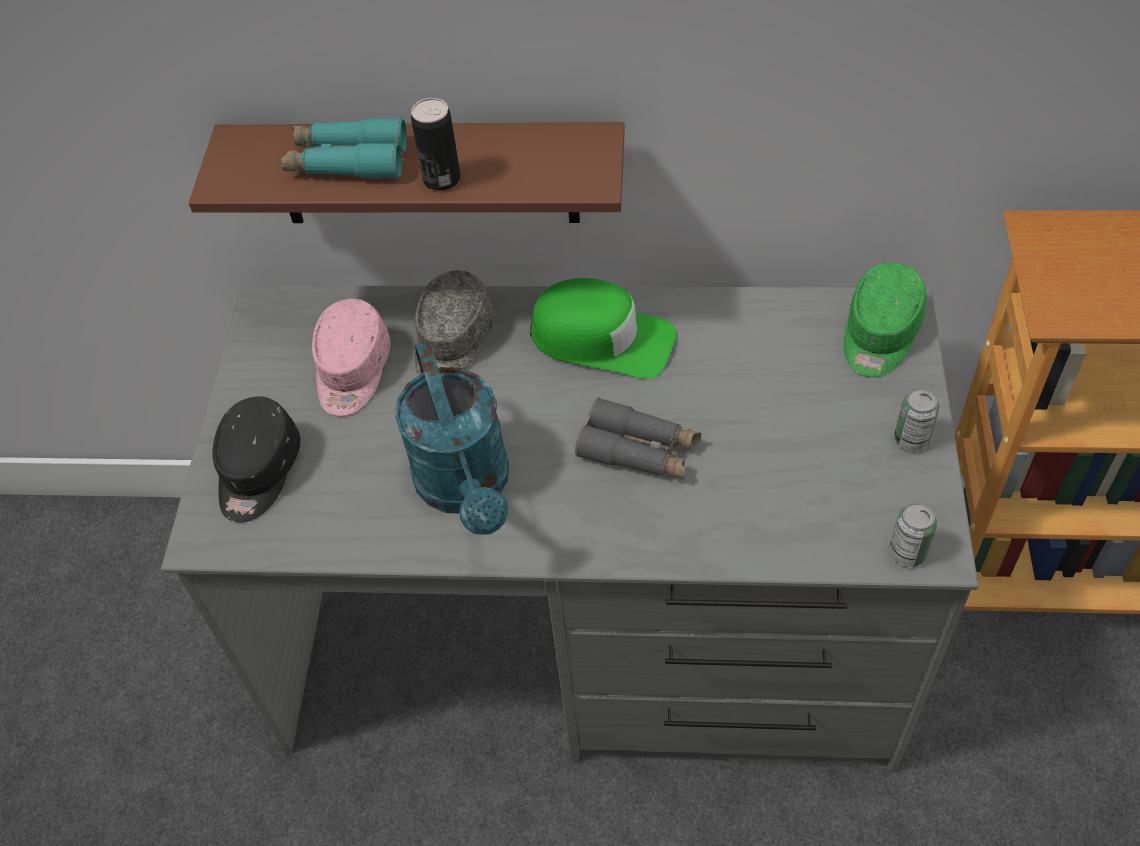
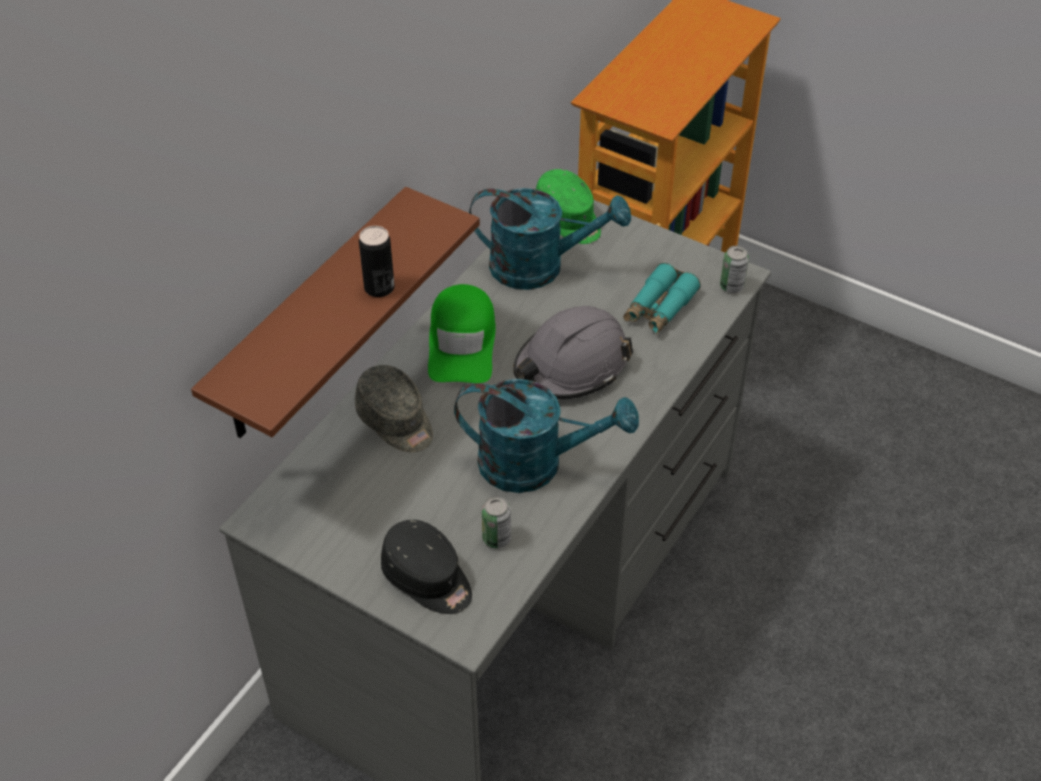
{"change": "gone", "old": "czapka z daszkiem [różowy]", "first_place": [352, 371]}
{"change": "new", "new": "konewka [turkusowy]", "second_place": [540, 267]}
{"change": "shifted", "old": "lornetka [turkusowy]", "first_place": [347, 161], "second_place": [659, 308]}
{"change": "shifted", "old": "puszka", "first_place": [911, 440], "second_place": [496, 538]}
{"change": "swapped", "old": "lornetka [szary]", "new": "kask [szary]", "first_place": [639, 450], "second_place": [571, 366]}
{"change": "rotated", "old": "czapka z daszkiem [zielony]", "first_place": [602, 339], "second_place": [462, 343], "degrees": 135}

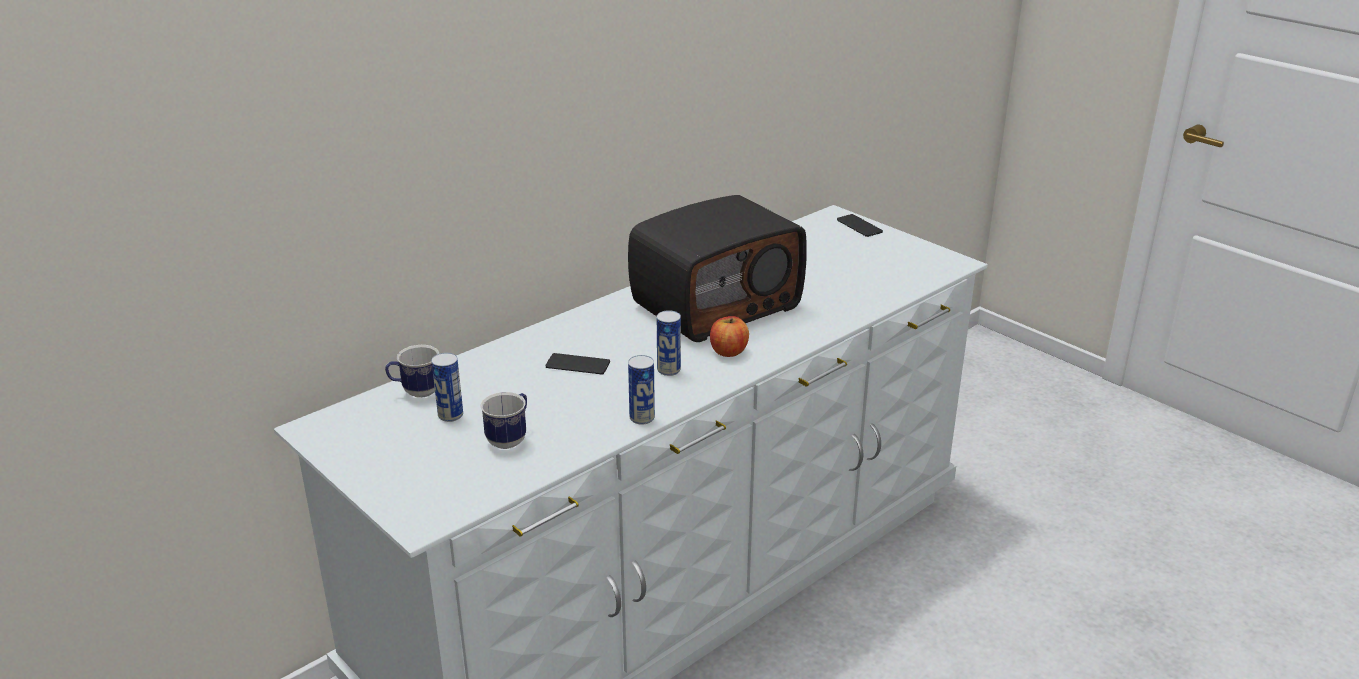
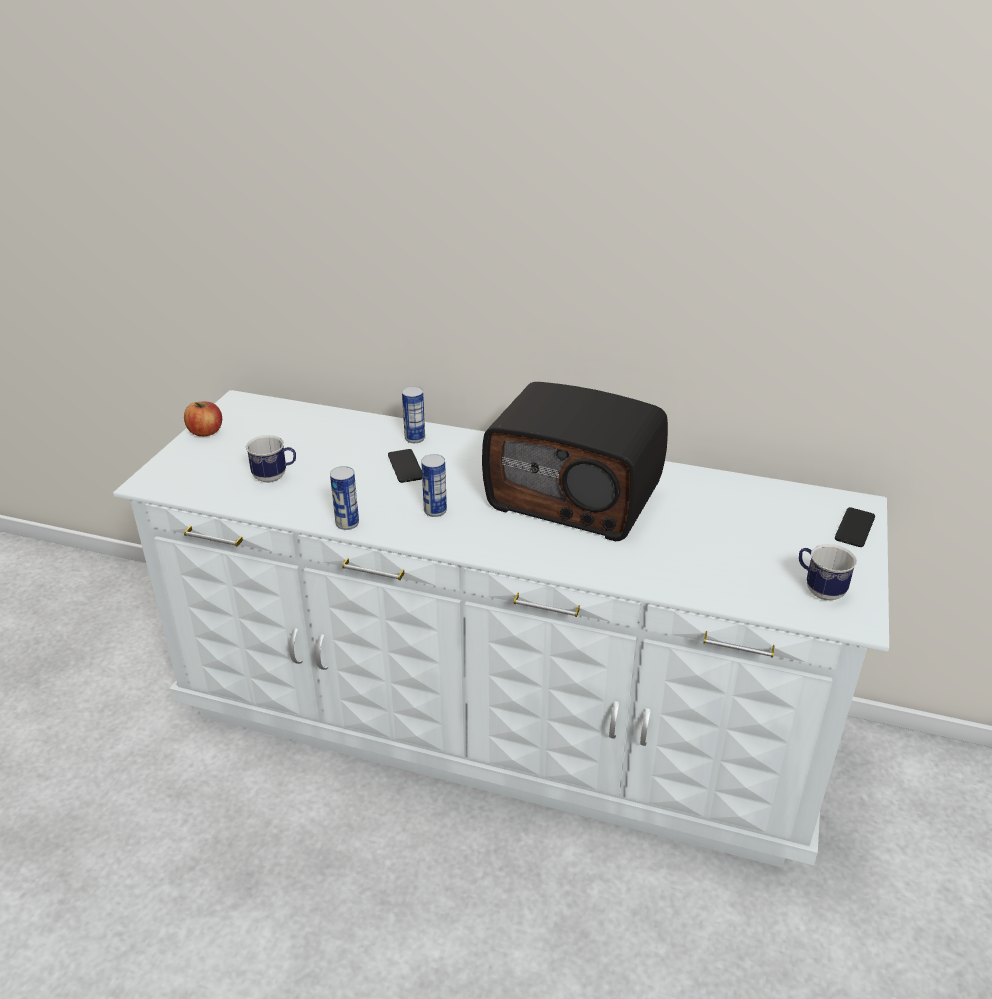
{"change": "shifted", "old": "kubek", "first_place": [416, 392], "second_place": [819, 589]}
{"change": "shifted", "old": "puszka", "first_place": [450, 415], "second_place": [415, 438]}
{"change": "shifted", "old": "jabłko", "first_place": [728, 351], "second_place": [205, 432]}

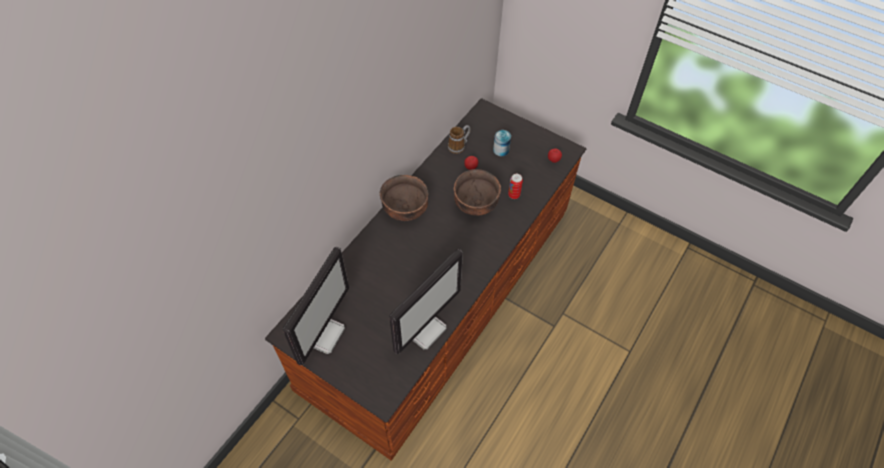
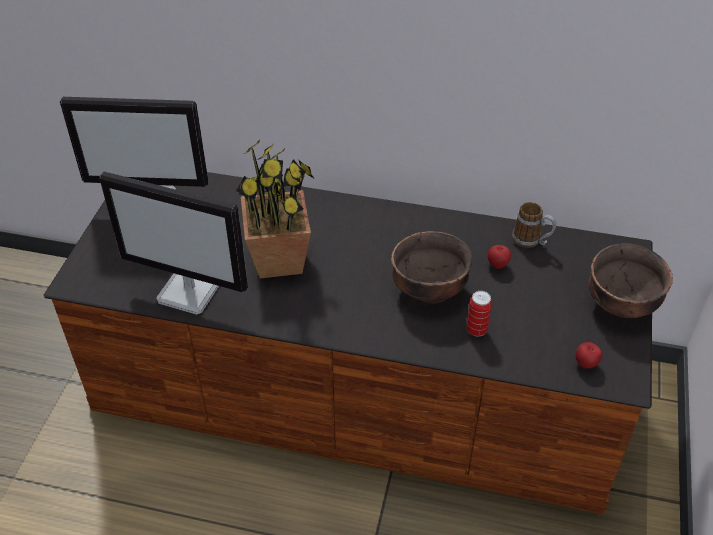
{"change": "gone", "old": "puszka", "first_place": [501, 150]}
{"change": "new", "new": "roślina doniczkowa", "second_place": [279, 260]}
{"change": "shifted", "old": "miska [brązowy]", "first_place": [405, 210], "second_place": [622, 304]}

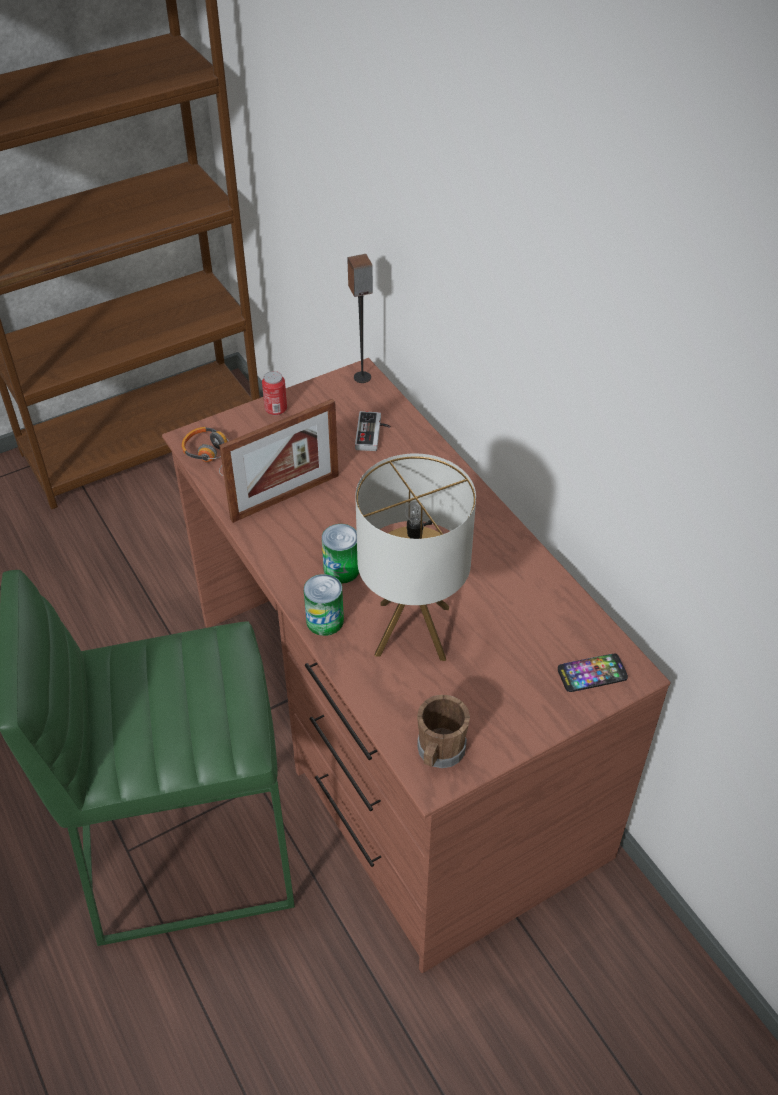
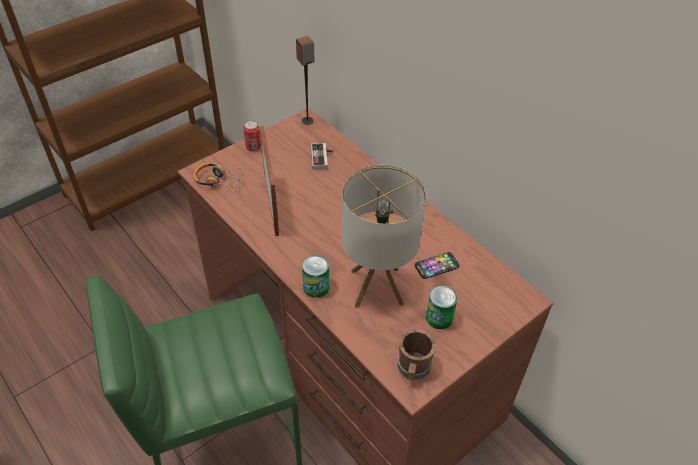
{"change": "shifted", "old": "puszka", "first_place": [341, 569], "second_place": [439, 318]}
{"change": "shifted", "old": "telefon", "first_place": [592, 674], "second_place": [436, 266]}
{"change": "rotated", "old": "ramka na zdjęcie", "first_place": [285, 497], "second_place": [271, 205], "degrees": -60}

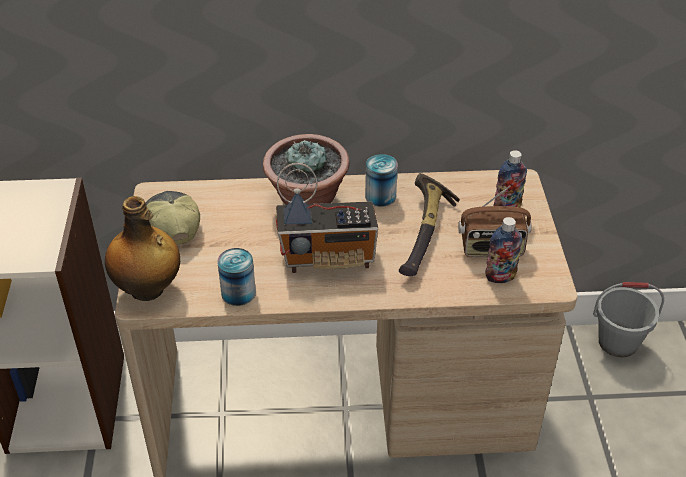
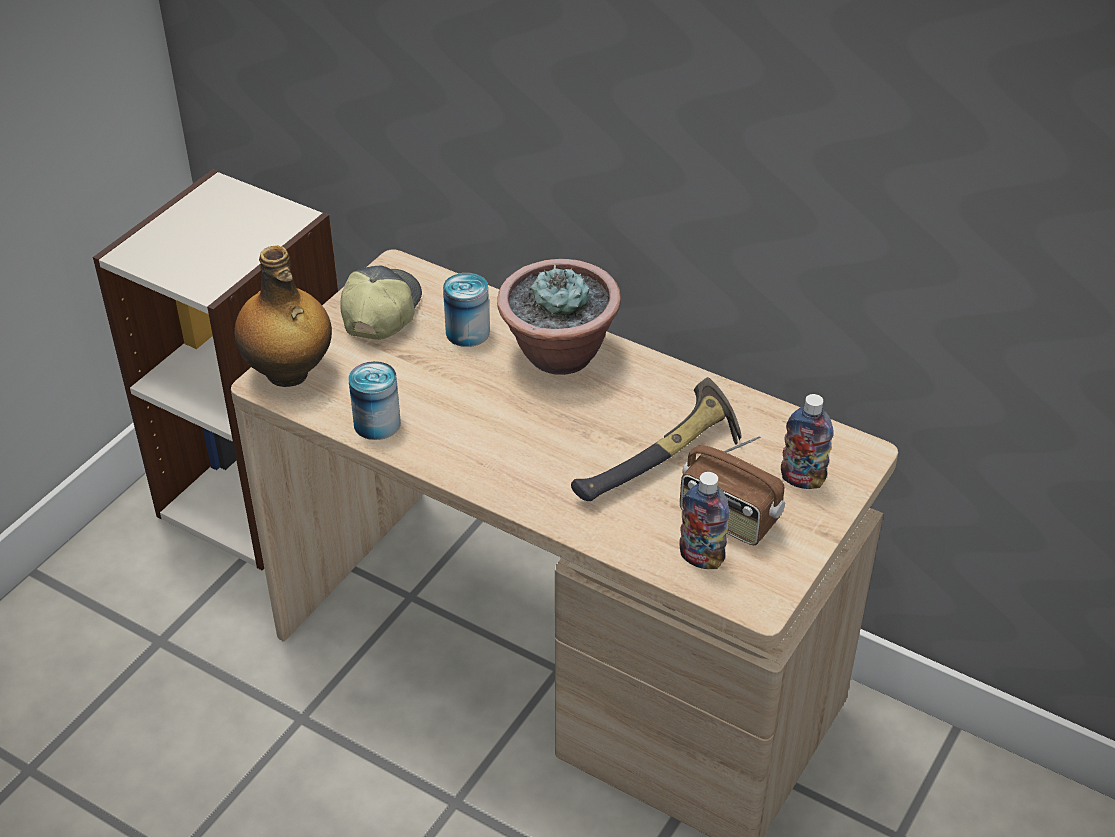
{"change": "gone", "old": "radio", "first_place": [328, 257]}
{"change": "gone", "old": "wiadro [szary]", "first_place": [618, 342]}
{"change": "shifted", "old": "puszka", "first_place": [380, 196], "second_place": [467, 332]}

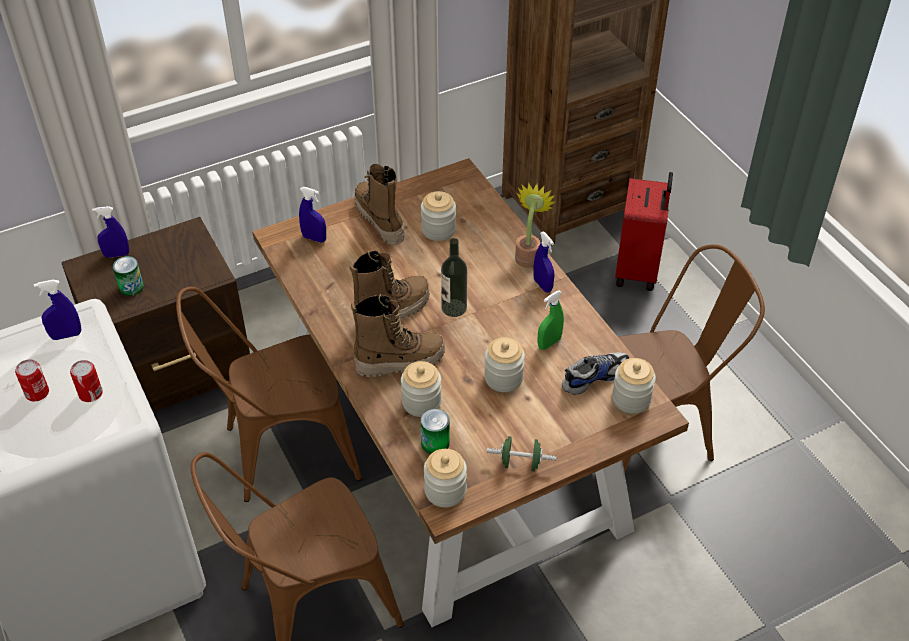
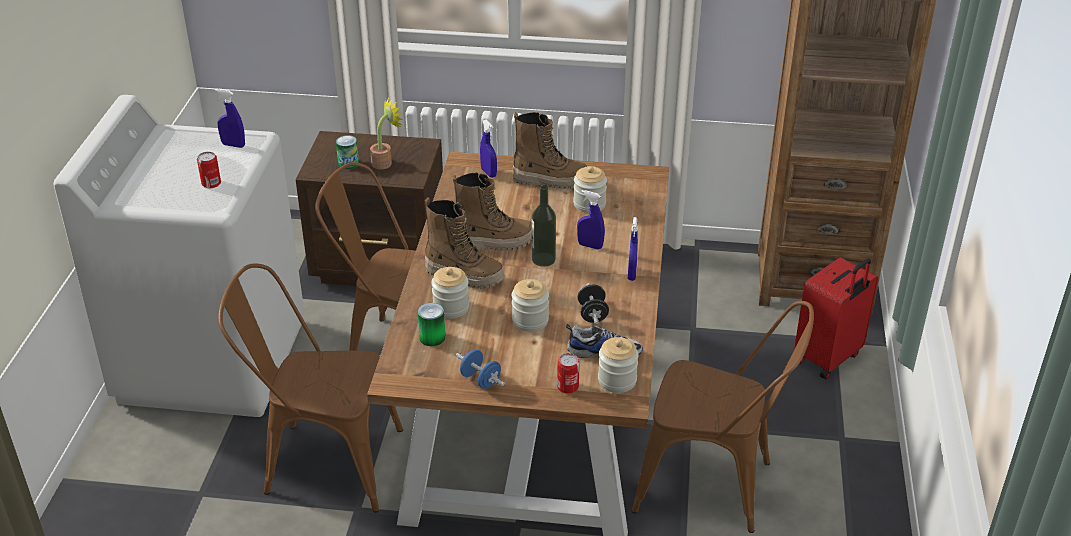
{"change": "gone", "old": "słoik", "first_place": [445, 491]}
{"change": "shifted", "old": "puszka", "first_place": [37, 393], "second_place": [567, 386]}
{"change": "shifted", "old": "spryskiwacz [niebieski]", "first_place": [116, 254], "second_place": [590, 246]}
{"change": "shifted", "old": "roślina doniczkowa", "first_place": [528, 255], "second_place": [385, 162]}
{"change": "swapped", "old": "spryskiwacz [zielony]", "new": "hantel [czarny]", "first_place": [549, 343], "second_place": [592, 314]}
{"change": "repainted", "old": "hantel [zielony]", "new": "hantel [niebieski]", "first_place": [520, 463], "second_place": [480, 380]}
{"change": "rotated", "old": "but z cholewką", "first_place": [379, 220], "second_place": [550, 180], "degrees": 90}

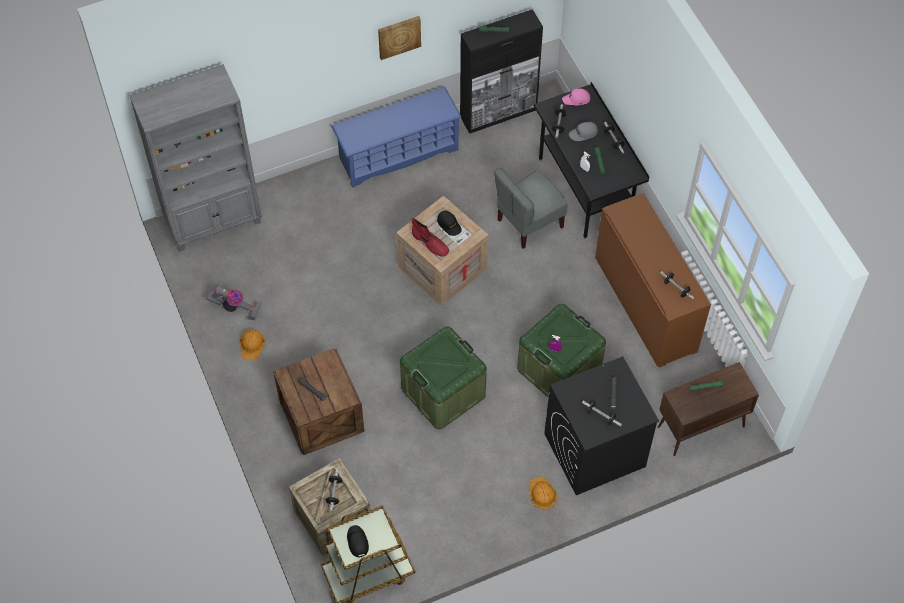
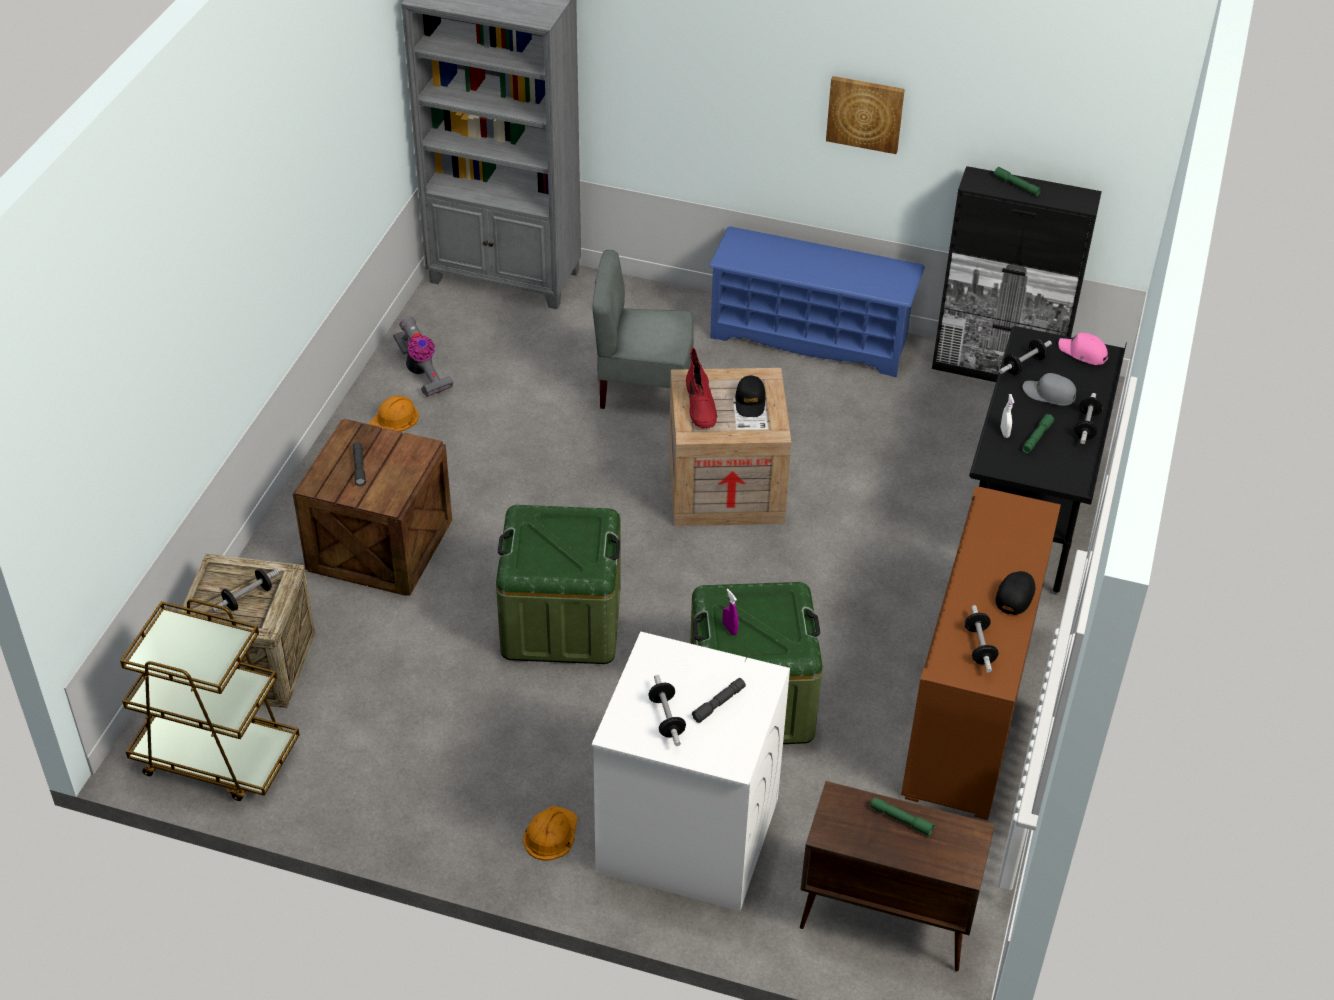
{"change": "shifted", "old": "czapka z daszkiem [czarny]", "first_place": [357, 542], "second_place": [1015, 595]}
{"change": "shifted", "old": "krzesło [szary]", "first_place": [529, 223], "second_place": [643, 389]}
{"change": "repainted", "old": "pralka [czarny]", "new": "pralka [biały]", "first_place": [594, 450], "second_place": [686, 835]}

